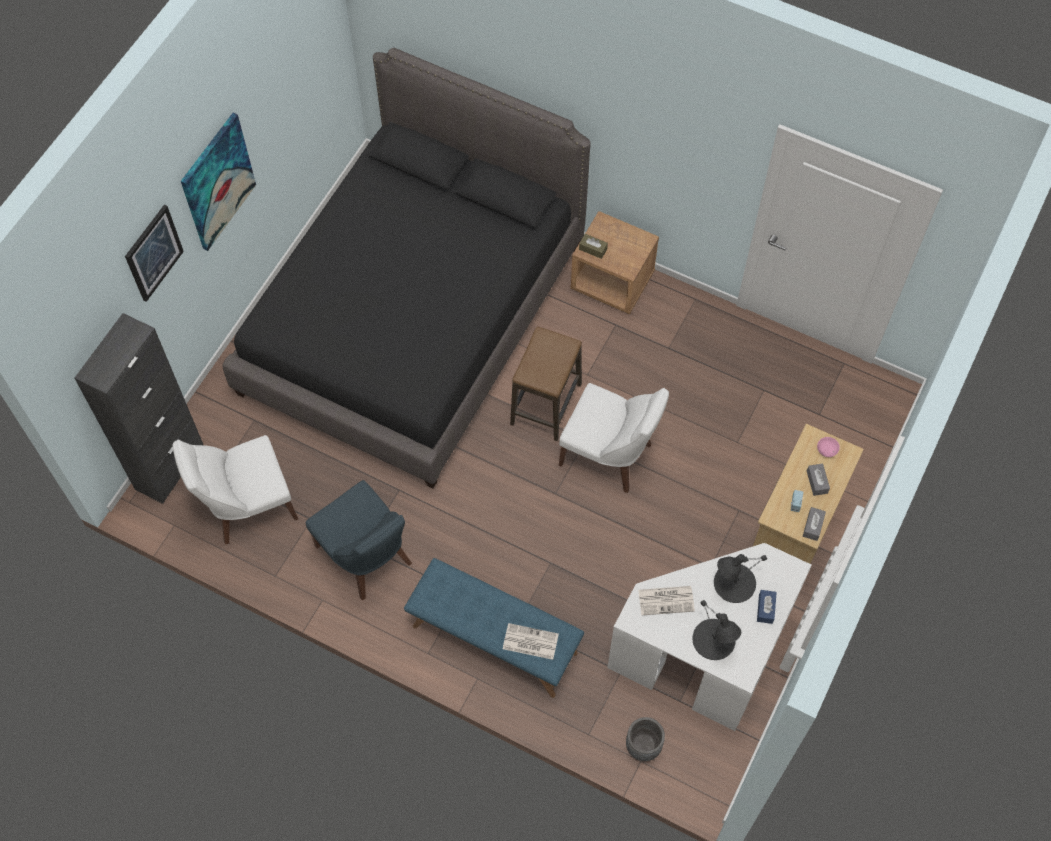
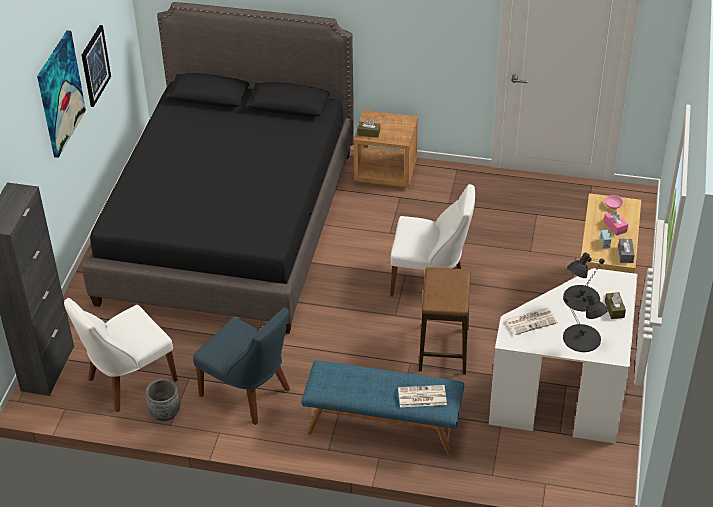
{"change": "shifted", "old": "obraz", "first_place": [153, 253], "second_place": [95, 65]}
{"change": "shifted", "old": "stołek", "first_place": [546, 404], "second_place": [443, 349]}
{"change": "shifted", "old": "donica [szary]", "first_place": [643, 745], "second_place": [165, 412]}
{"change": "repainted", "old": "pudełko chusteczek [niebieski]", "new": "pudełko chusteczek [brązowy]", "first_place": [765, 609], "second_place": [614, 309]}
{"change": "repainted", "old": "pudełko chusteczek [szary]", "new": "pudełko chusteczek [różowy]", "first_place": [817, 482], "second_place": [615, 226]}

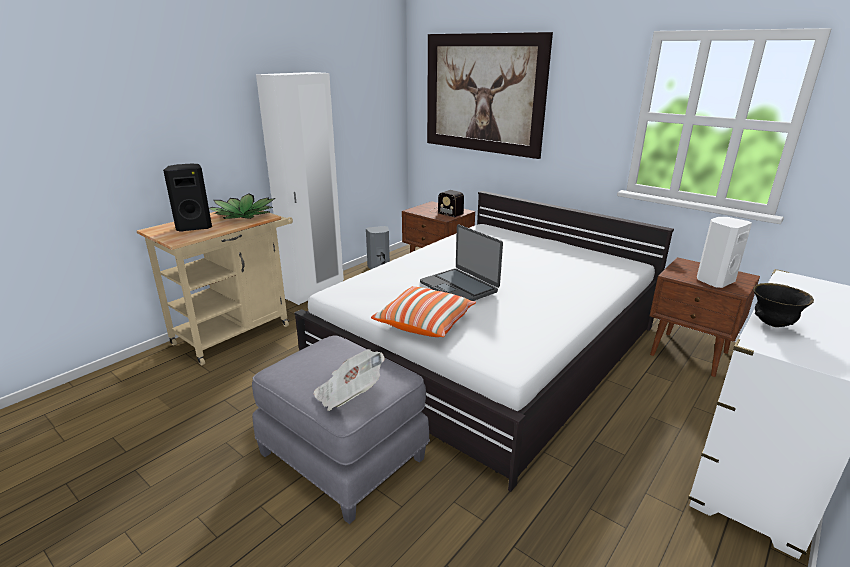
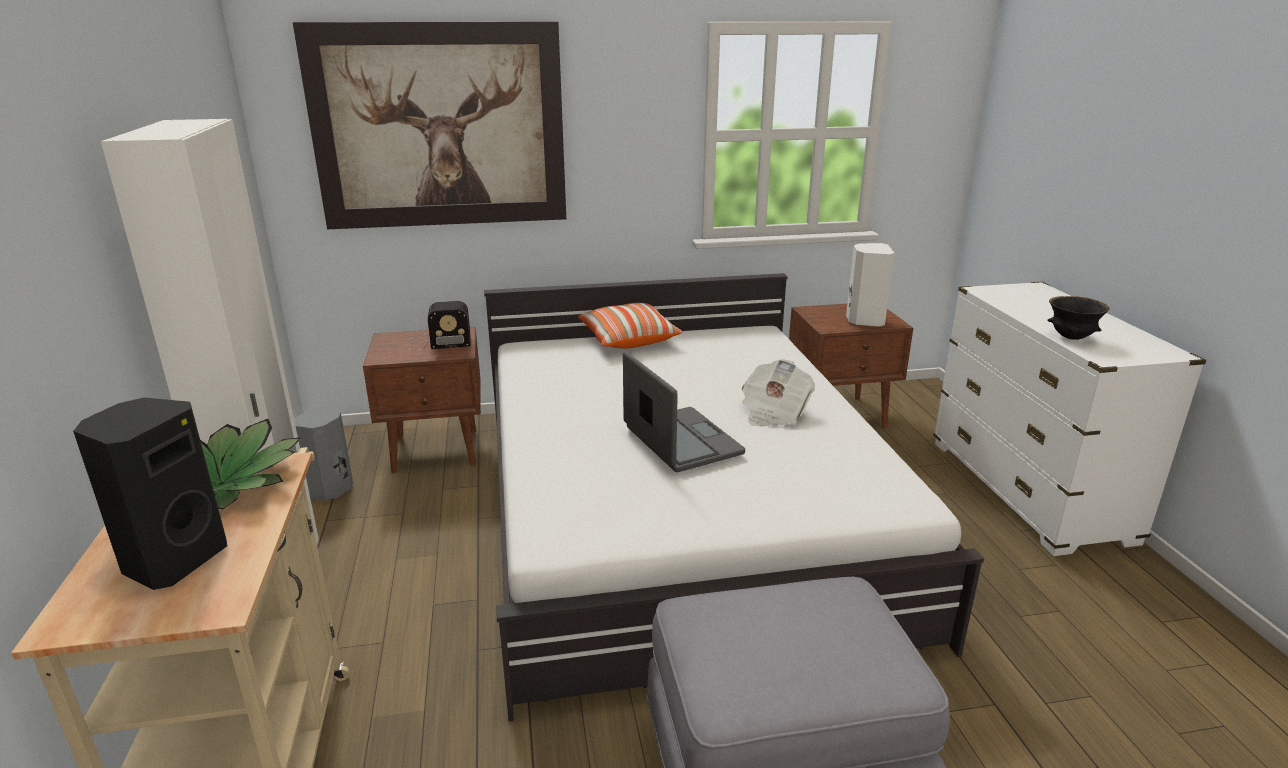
{"change": "shifted", "old": "gazeta", "first_place": [349, 394], "second_place": [773, 412]}
{"change": "shifted", "old": "poduszka", "first_place": [425, 323], "second_place": [627, 339]}
{"change": "rotated", "old": "laptop", "first_place": [459, 287], "second_place": [681, 441], "degrees": -120}

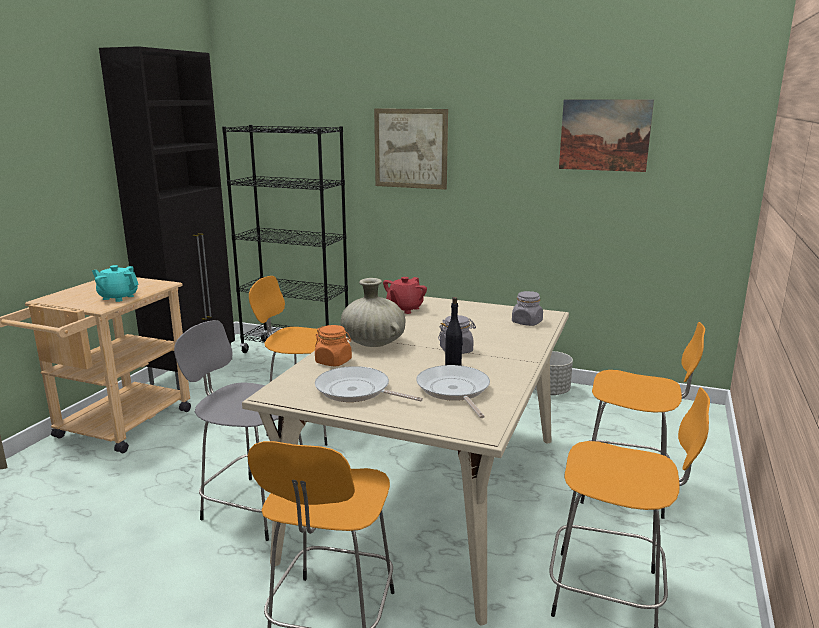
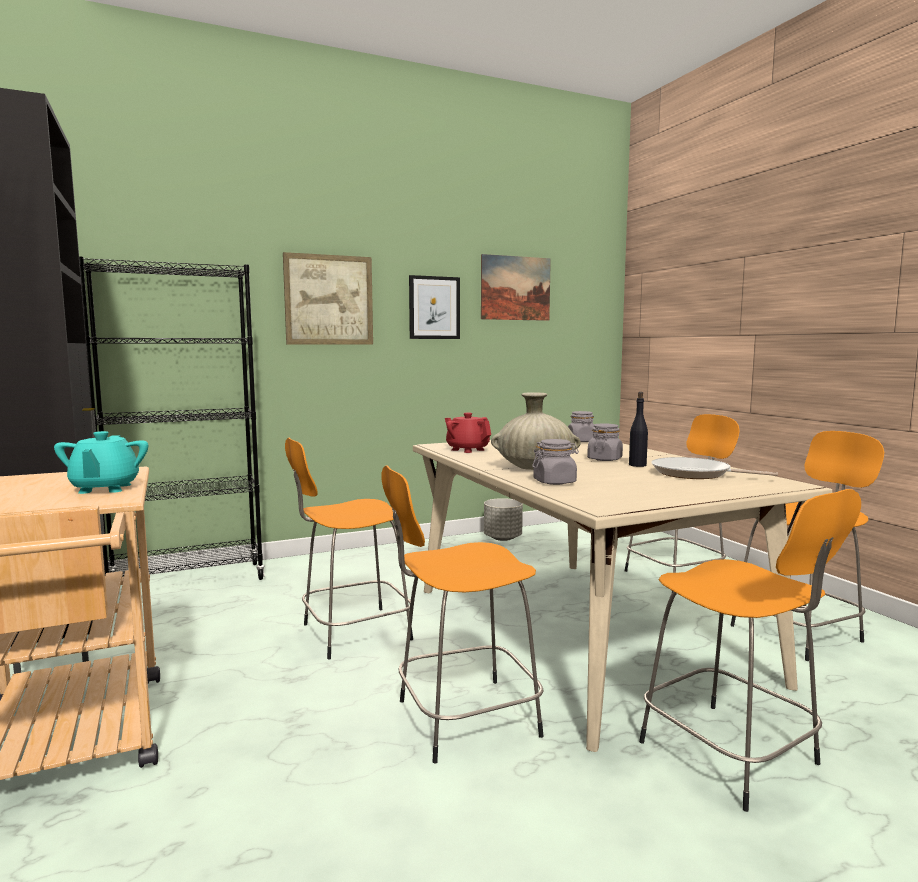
{"change": "gone", "old": "patelnia", "first_place": [356, 391]}
{"change": "new", "new": "obraz", "second_place": [434, 308]}
{"change": "repainted", "old": "stołek [szary]", "new": "stołek [pomarańczowy]", "first_place": [254, 506], "second_place": [462, 719]}
{"change": "repainted", "old": "słoik [pomarańczowy]", "new": "słoik [szary]", "first_place": [333, 361], "second_place": [555, 482]}
{"change": "rotated", "old": "imbryk [turkusowy]", "first_place": [118, 297], "second_place": [104, 488], "degrees": -75}
{"change": "rotated", "old": "imbryk [czerwony]", "first_place": [404, 309], "second_place": [467, 450], "degrees": 150}

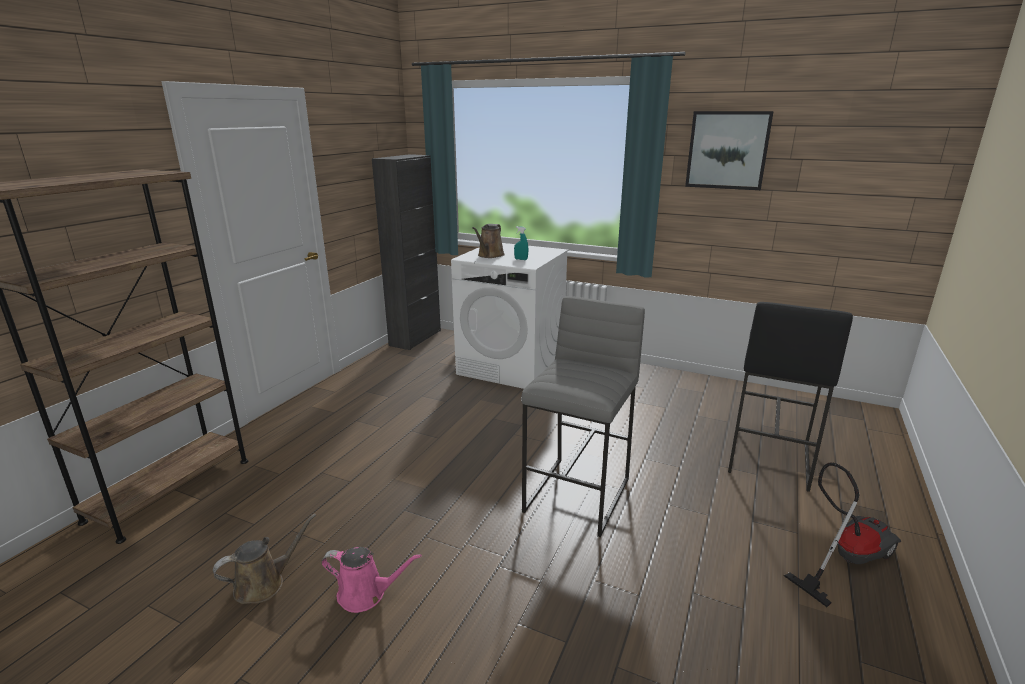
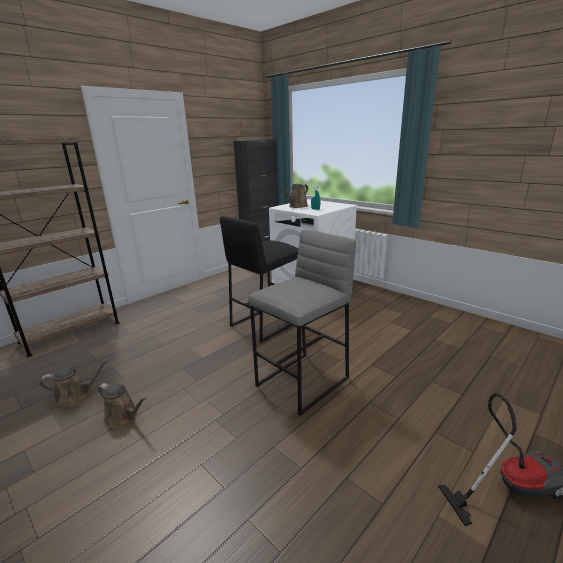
{"change": "gone", "old": "obraz", "first_place": [727, 150]}
{"change": "shifted", "old": "stołek [czarny]", "first_place": [768, 457], "second_place": [265, 323]}
{"change": "repainted", "old": "konewka [różowy]", "new": "konewka [brązowy]", "first_place": [366, 594], "second_place": [124, 417]}

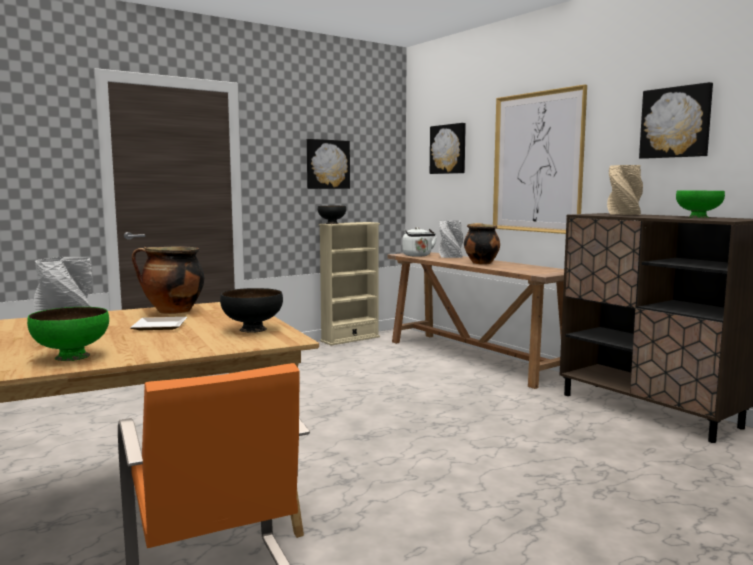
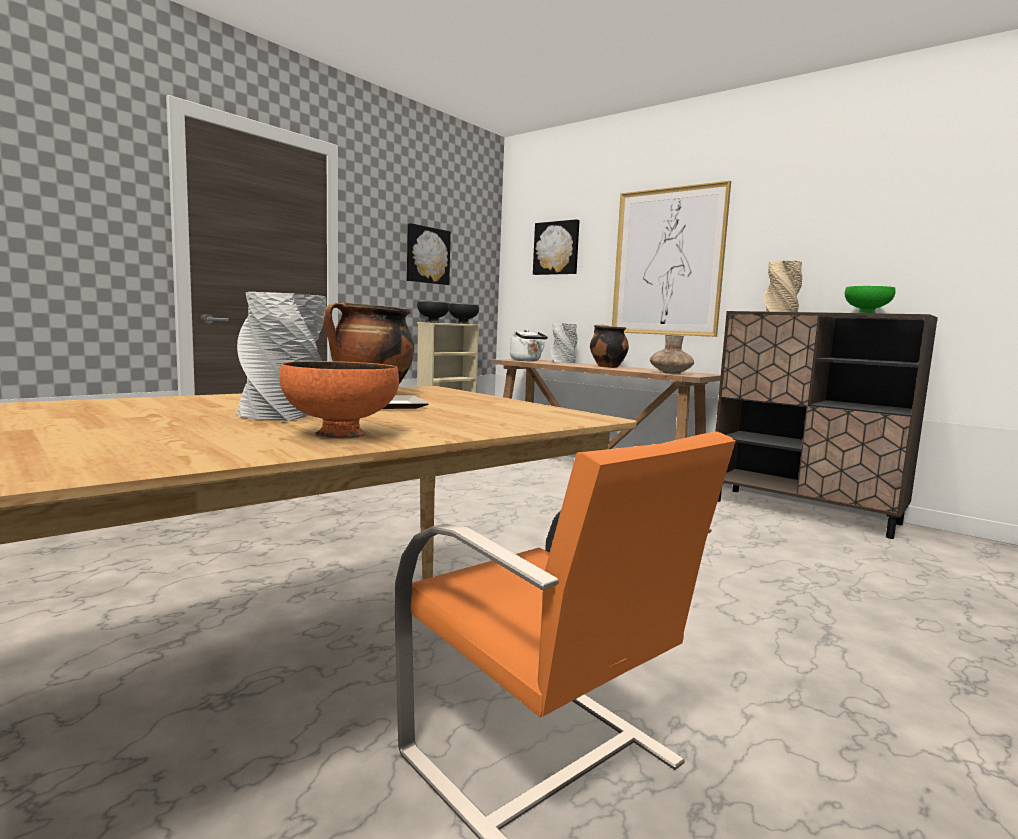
{"change": "gone", "old": "obraz", "first_place": [676, 122]}
{"change": "new", "new": "wazon [brązowy]", "second_place": [670, 373]}
{"change": "shifted", "old": "miska [czarny]", "first_place": [252, 329], "second_place": [463, 323]}
{"change": "repainted", "old": "miska [zielony]", "new": "miska [pomarańczowy]", "first_place": [71, 357], "second_place": [339, 434]}

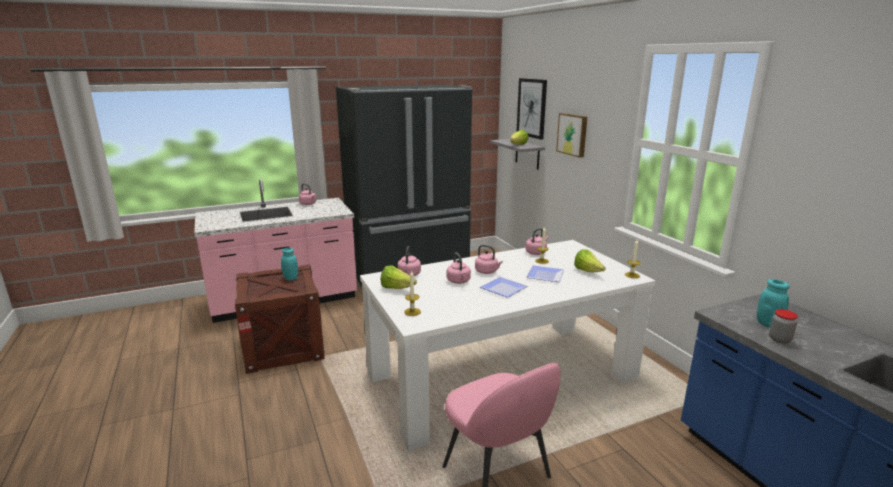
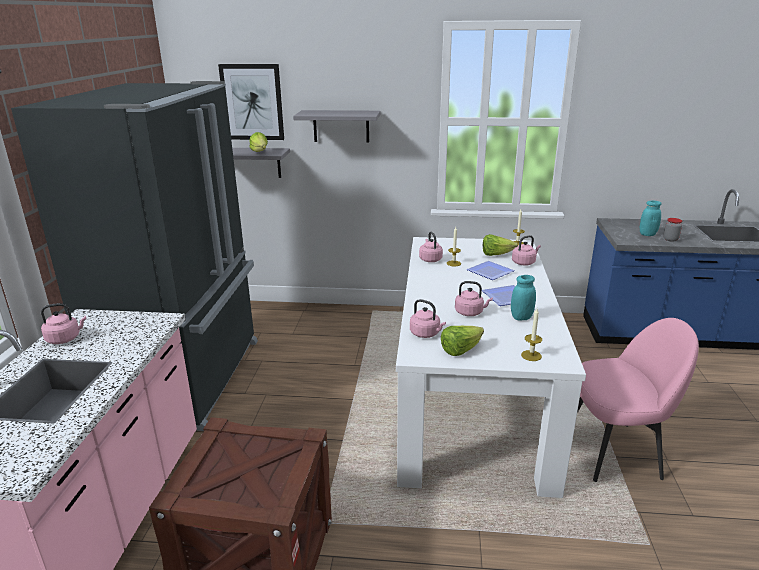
{"change": "shifted", "old": "słoik [turkusowy]", "first_place": [290, 278], "second_place": [521, 317]}
{"change": "shifted", "old": "czajnik [różowy]", "first_place": [487, 271], "second_place": [524, 262]}
{"change": "swapped", "old": "obraz", "new": "półka [szary]", "first_place": [573, 134], "second_place": [341, 126]}

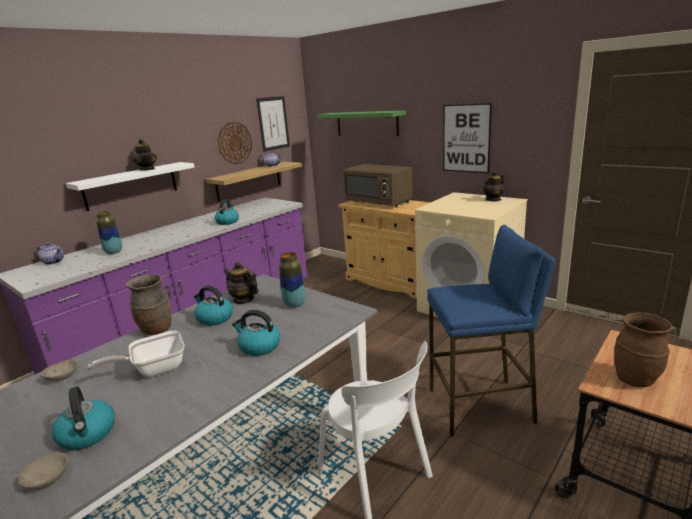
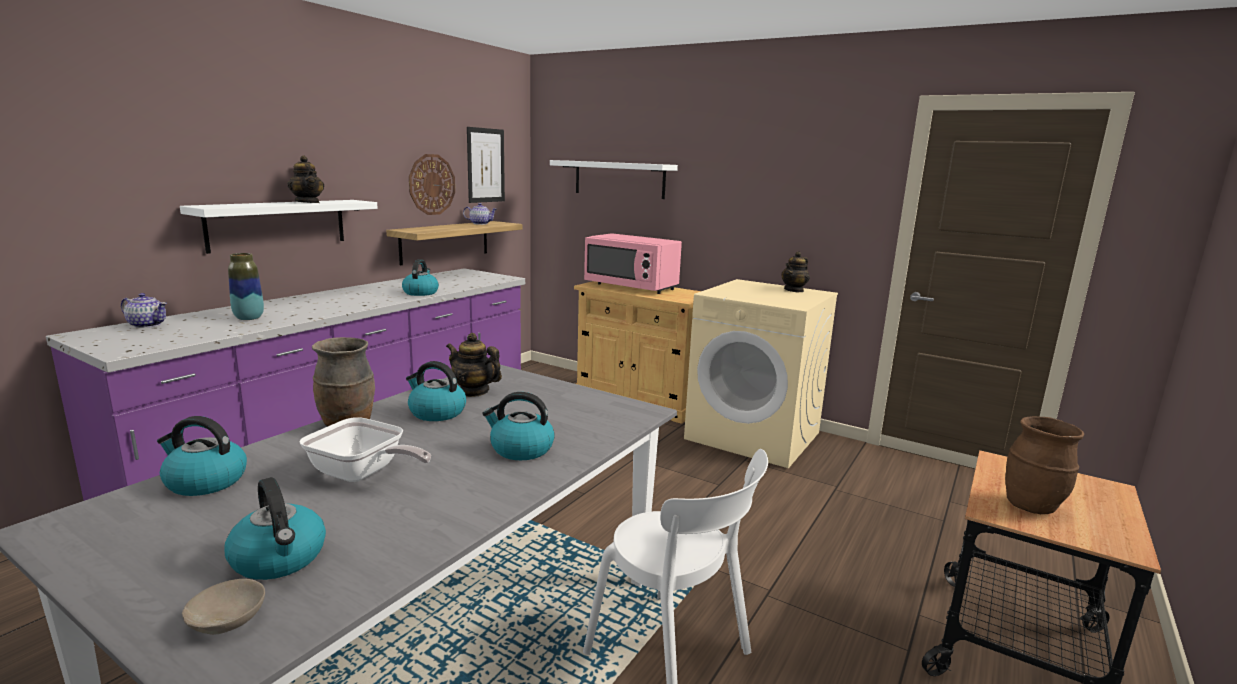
{"change": "gone", "old": "wazon", "first_place": [294, 304]}
{"change": "gone", "old": "stołek [niebieski]", "first_place": [481, 406]}
{"change": "gone", "old": "obraz", "first_place": [466, 138]}
{"change": "swapped", "old": "miska [beżowy]", "new": "czajnik", "first_place": [62, 377], "second_place": [205, 482]}
{"change": "repainted", "old": "półka [zielony]", "new": "półka [biały]", "first_place": [366, 123], "second_place": [619, 179]}
{"change": "repainted", "old": "mikrofalówka [brązowy]", "new": "mikrofalówka [różowy]", "first_place": [379, 202], "second_place": [632, 287]}
{"change": "rotated", "old": "patelnia", "first_place": [154, 369], "second_place": [362, 474], "degrees": -120}

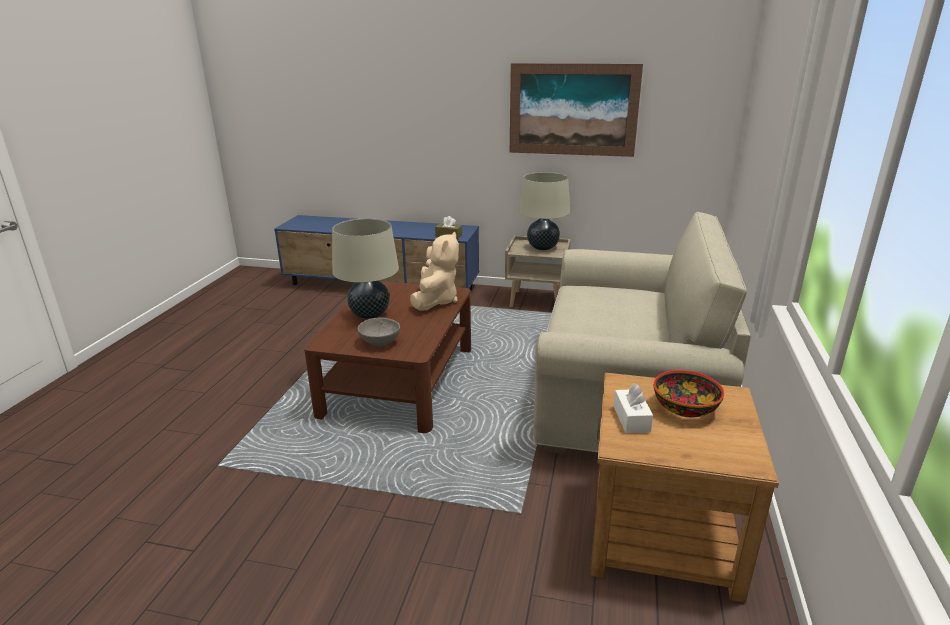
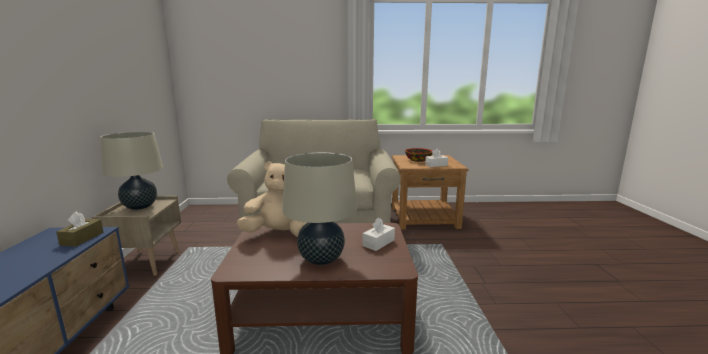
{"change": "gone", "old": "obraz", "first_place": [573, 110]}
{"change": "swapped", "old": "miska [szary]", "new": "pudełko chusteczek [biały]", "first_place": [379, 342], "second_place": [378, 243]}

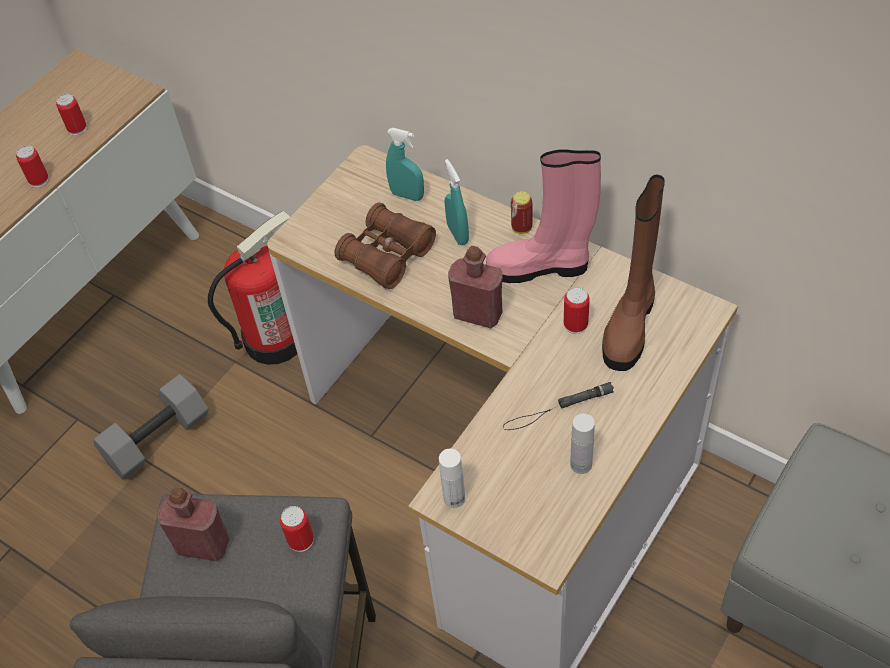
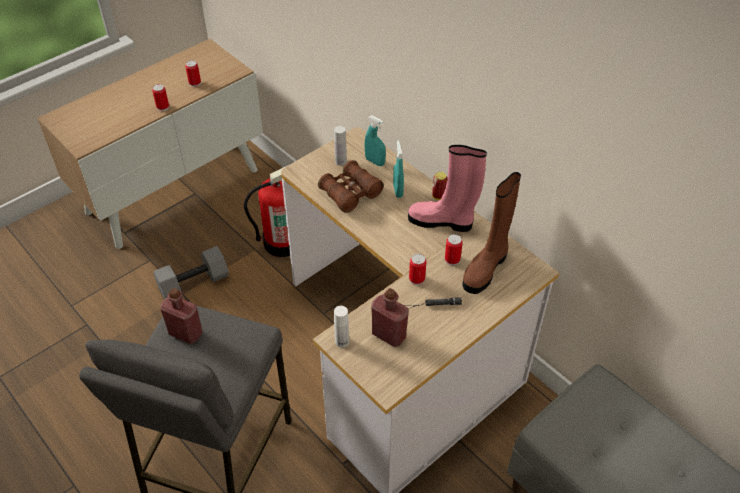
{"change": "shifted", "old": "puszka", "first_place": [301, 540], "second_place": [416, 279]}
{"change": "shifted", "old": "butelka [czerwony]", "first_place": [477, 314], "second_place": [389, 335]}
{"change": "shifted", "old": "butelka [biały]", "first_place": [581, 464], "second_place": [340, 161]}

